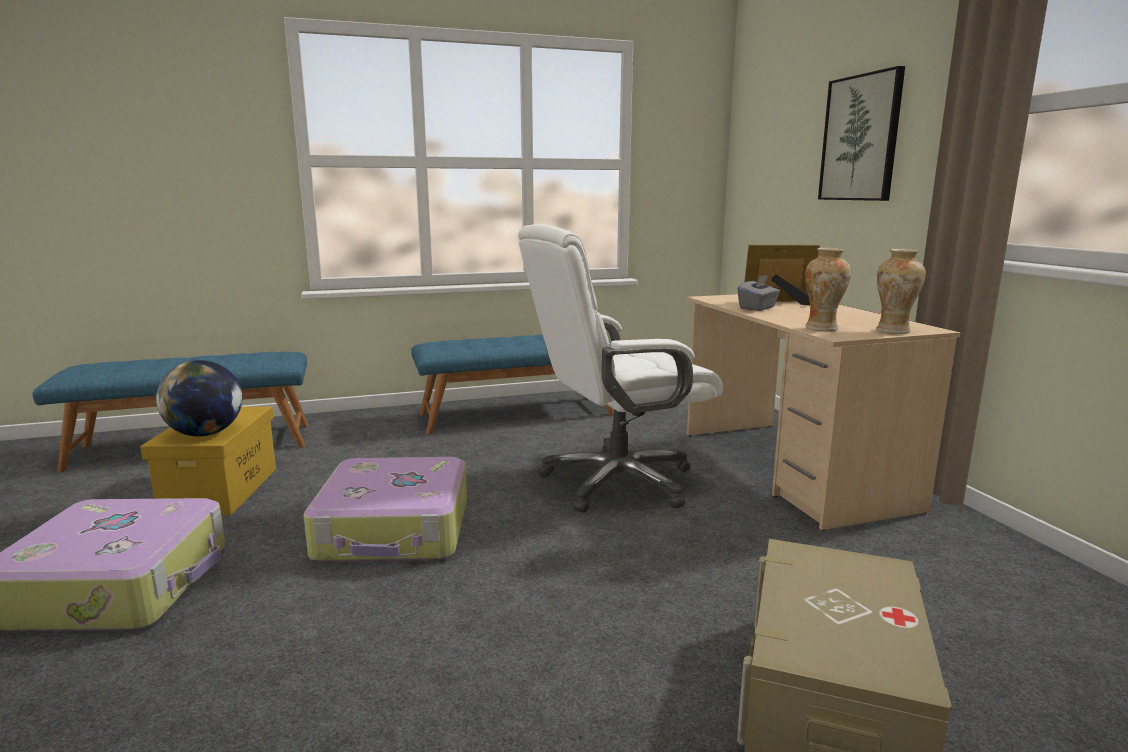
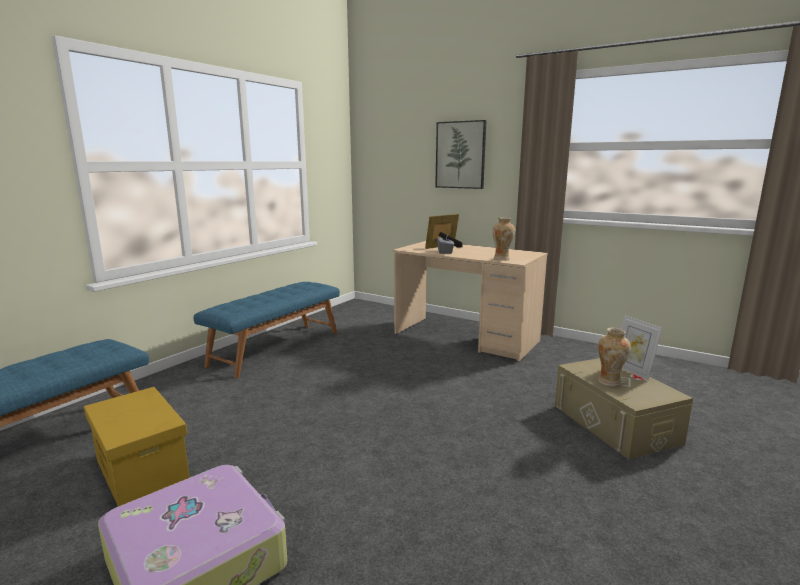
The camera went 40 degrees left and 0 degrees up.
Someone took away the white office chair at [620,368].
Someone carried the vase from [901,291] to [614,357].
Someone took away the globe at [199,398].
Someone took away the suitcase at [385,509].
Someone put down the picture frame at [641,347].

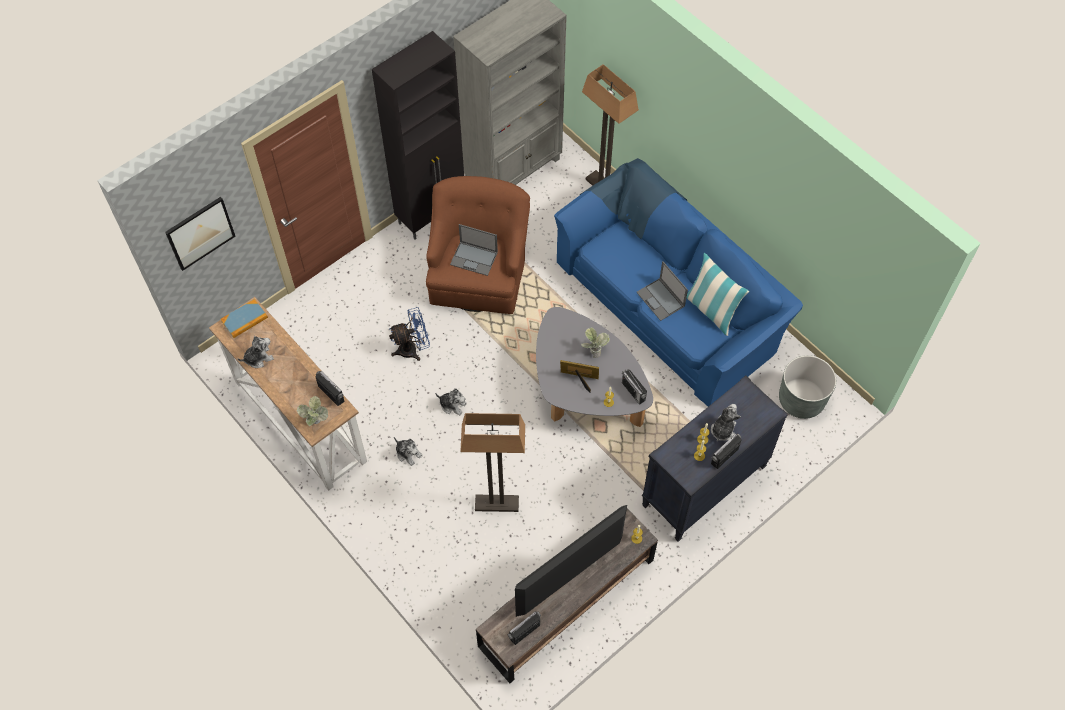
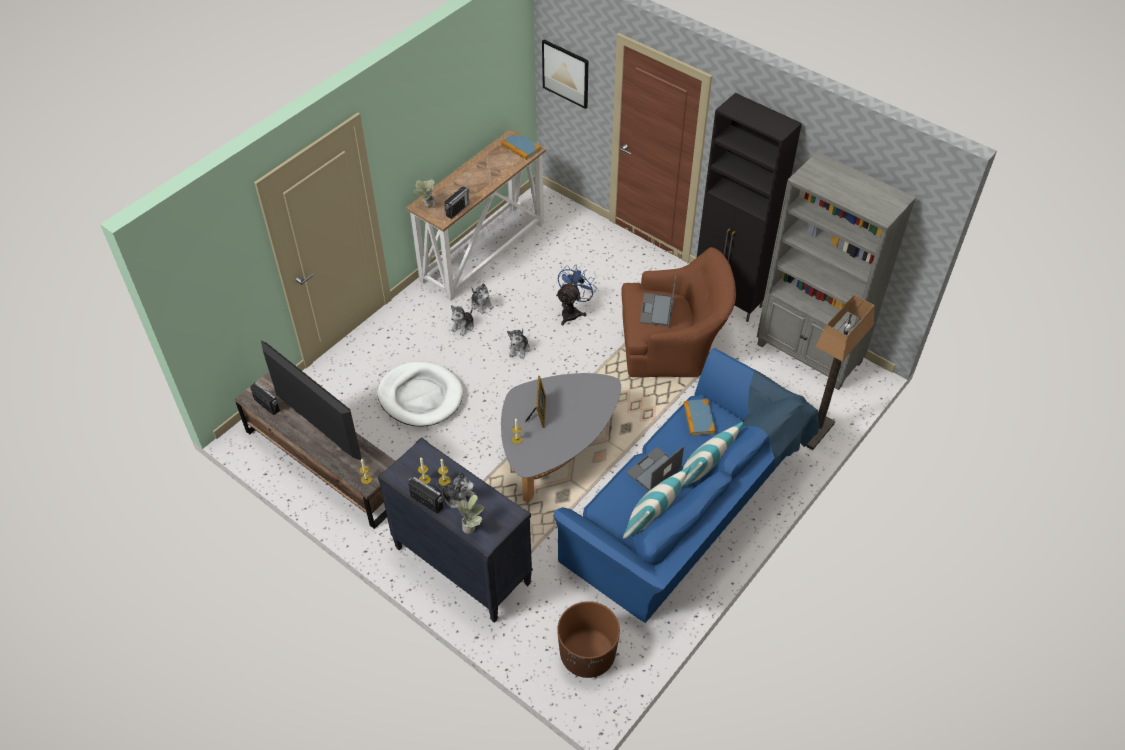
The camera went 80 degrees right and 10 degrees down.
Someone rotated the blue fan at [409,334] by 120 degrees counterclockwise.
Someone carried the potted plant from [595,342] to [469,514].
Someone carried the plush toy from [256,352] to [482,298].
Someone repainted the grey planter at [807,387], which became the brown planter at [588,639].
Someone took away the radio at [634,387].
Someone swapped the floor lamp at [492,462] for the white dog bed at [420,394].
Someone put down the book at [700,417].
Someone put down the pillow at [712,455].

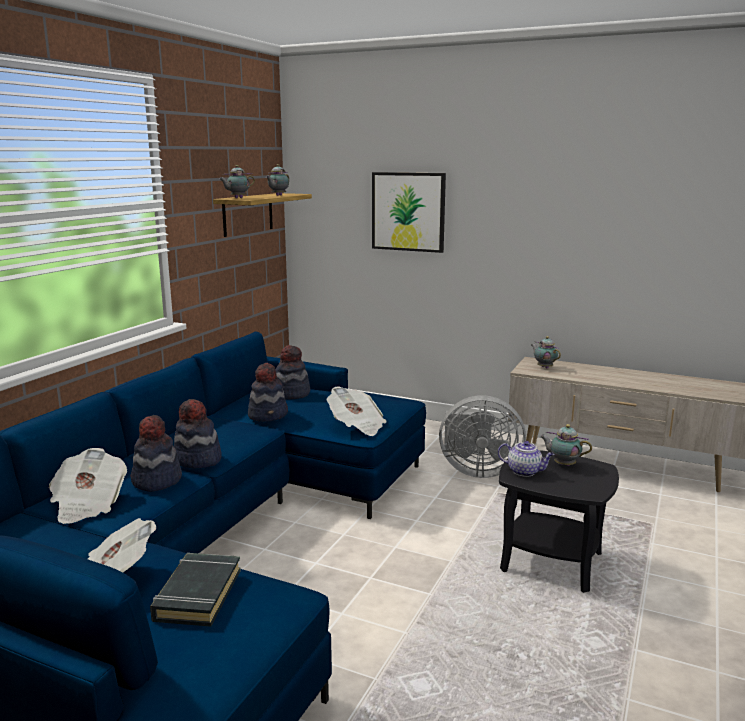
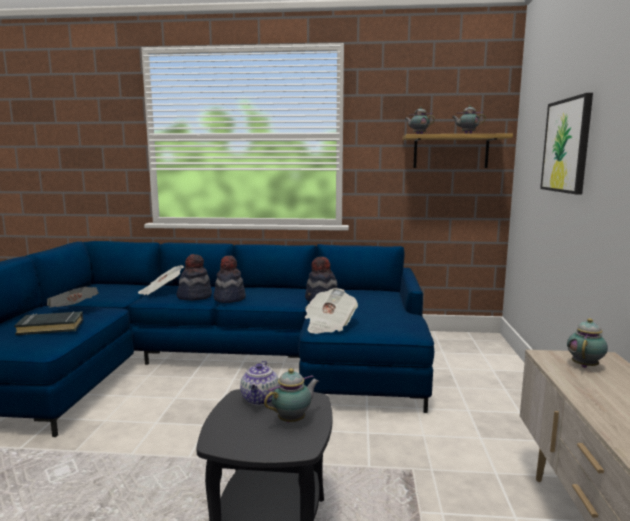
The camera went 70 degrees right and 5 degrees down.
Someone took away the hat at [292,372].
Someone took away the grey fan at [482,436].
Someone rotated the teapot at [566,445] by 45 degrees clockwise.

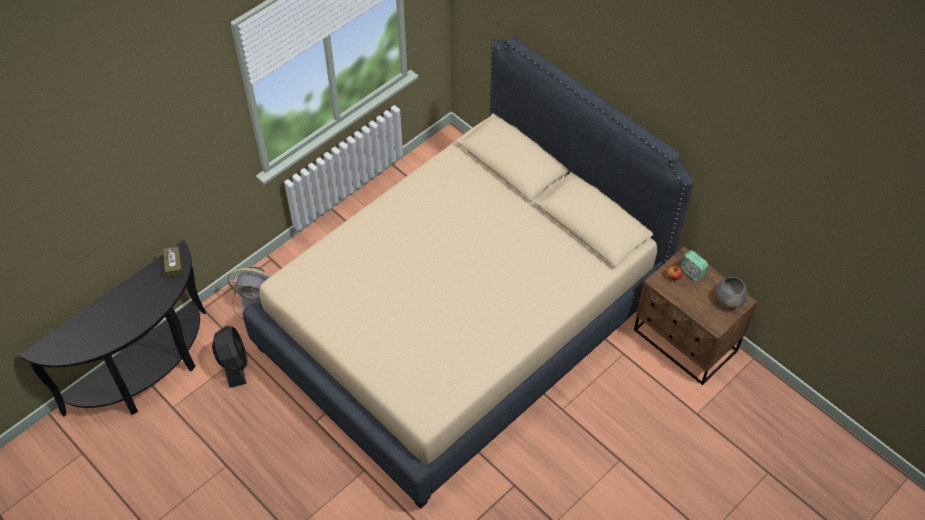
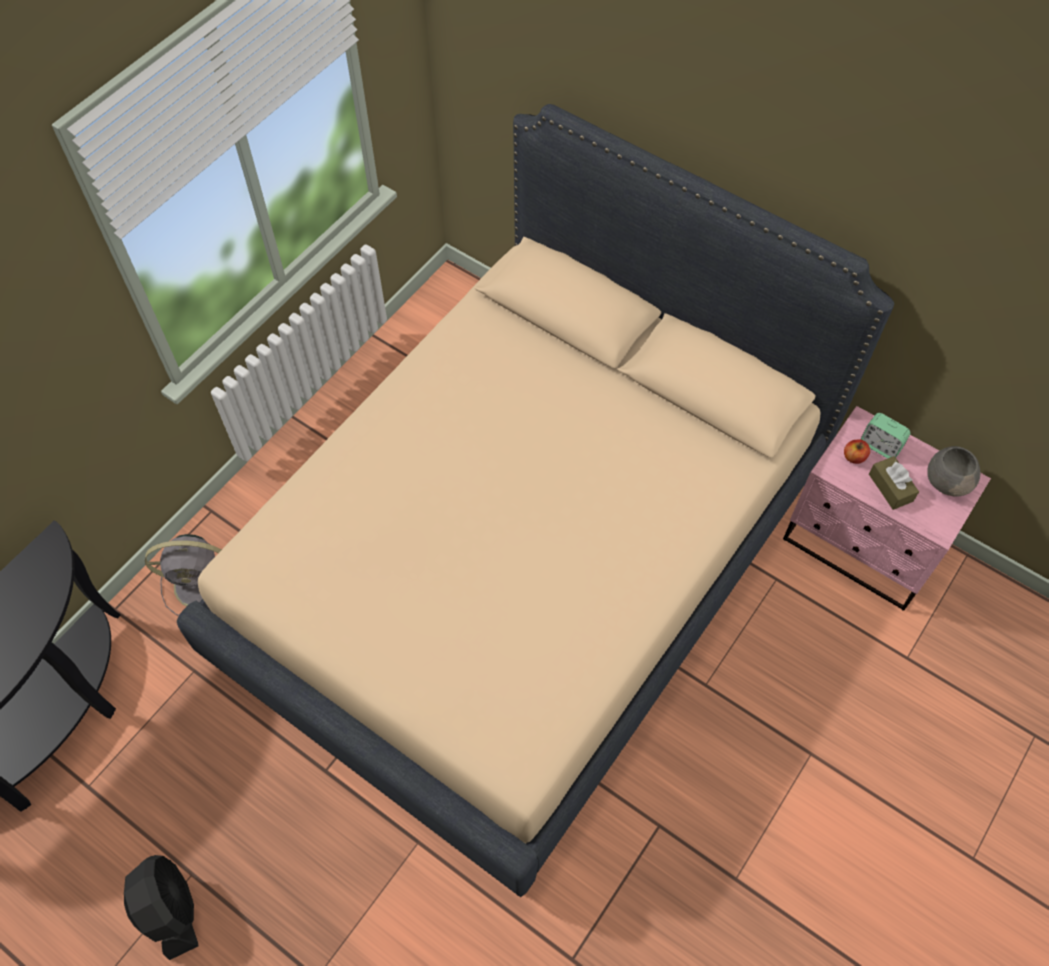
The camera went 10 degrees left and 5 degrees up.
Someone carried the brown tissue box from [173,262] to [894,483].
Someone repainted the brown nightstand at [696,315], which became the pink nightstand at [887,508].
Someone carried the black fan from [230,357] to [161,907].

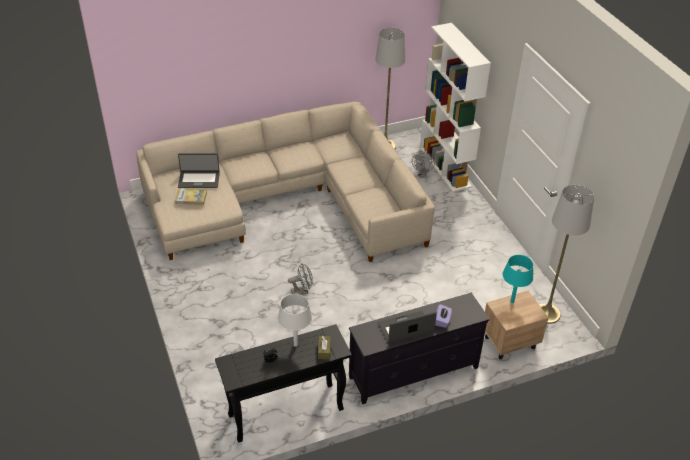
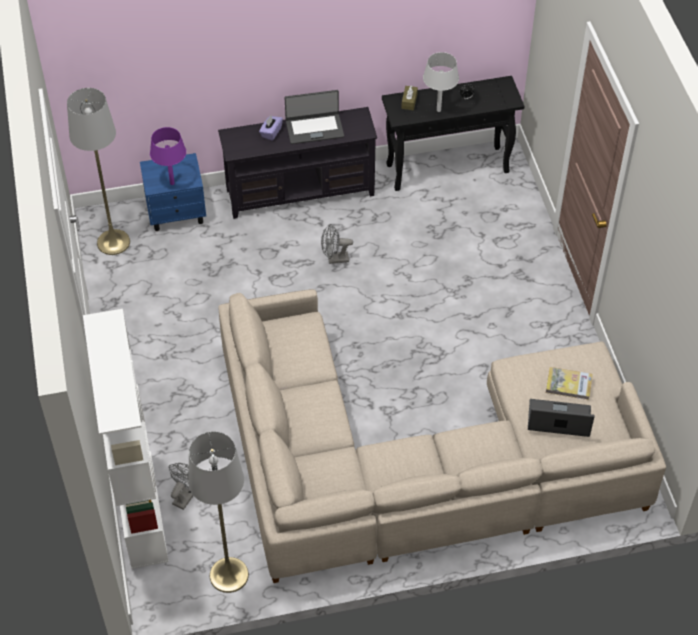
The camera went 170 degrees left and 10 degrees up.
Someone repainted the turquoise table lamp at [517,279], which became the purple table lamp at [168,156].
Someone carried the grey fan from [300,279] to [337,244].
Someone repainted the beige nightstand at [517,325], which became the blue nightstand at [173,192].

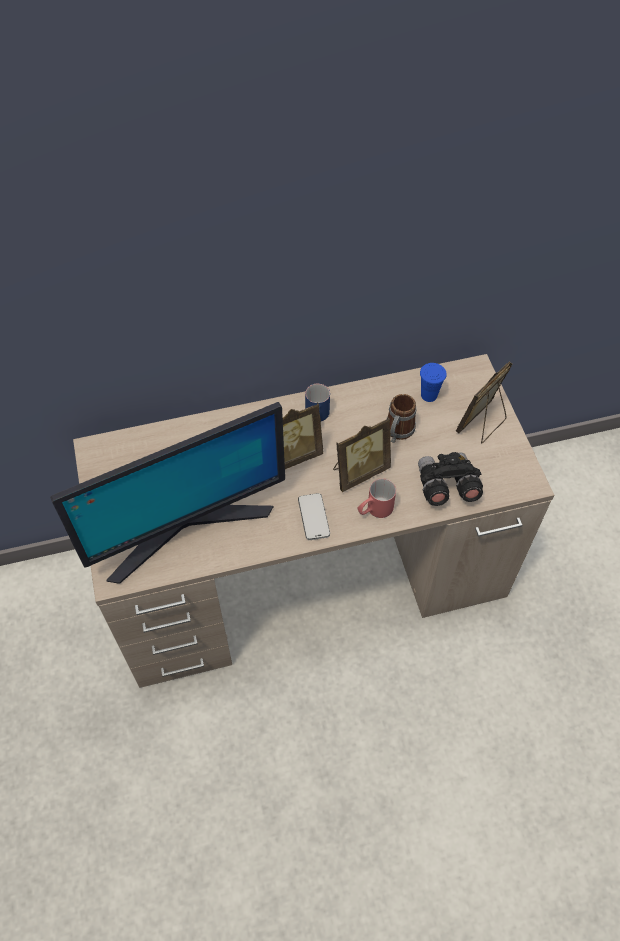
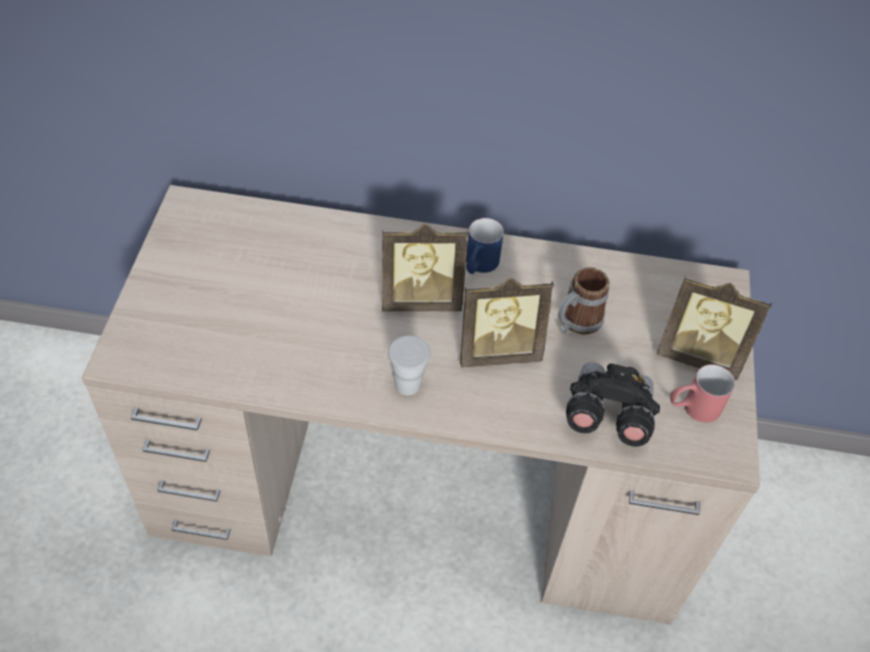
The camera went 20 degrees right and 5 degrees down.
Someone rotated the picture frame at [484,403] by 135 degrees counterclockwise.
Someone took away the blue cup at [433,382].
Someone took away the monitor at [167,493].
Someone carried the red mug from [377,498] to [702,393].
Someone swapped the phone at [314,516] for the white cup at [409,365].

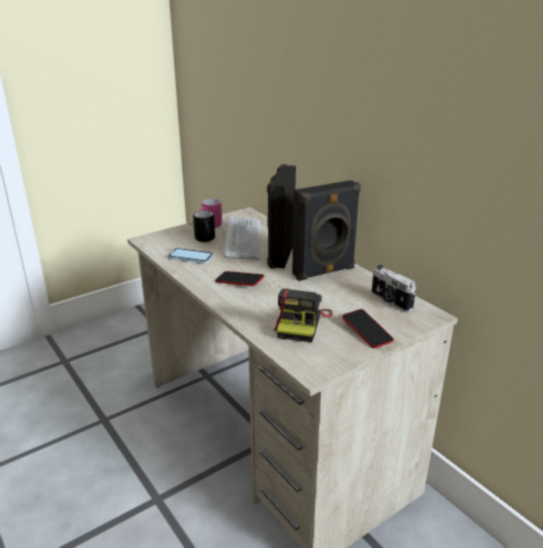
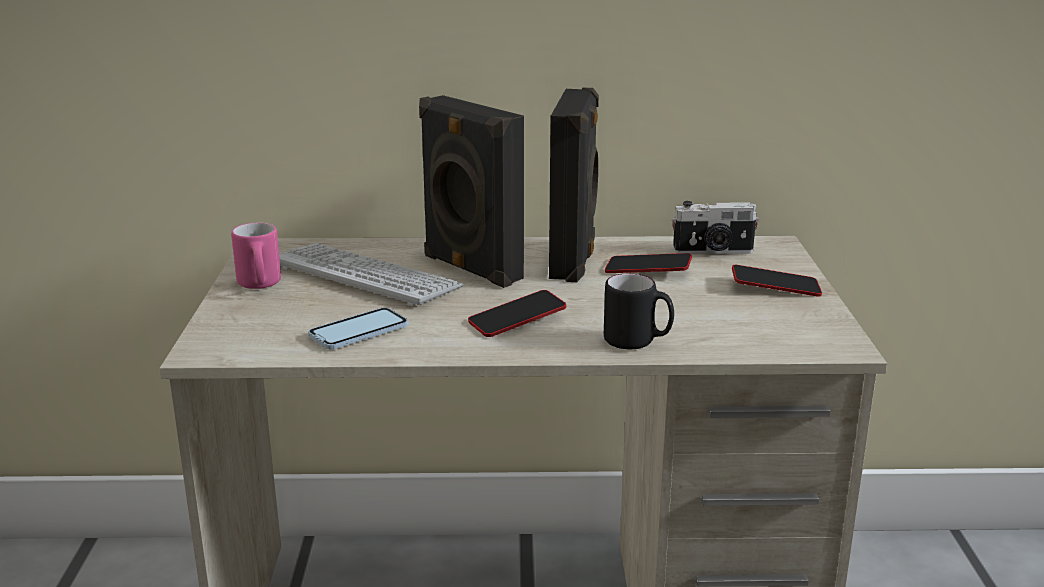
The camera went 55 degrees left and 5 degrees down.
Someone carried the black mug from [204,226] to [639,311].
Someone took away the photo camera at [303,315].
Someone put down the phone at [648,263].

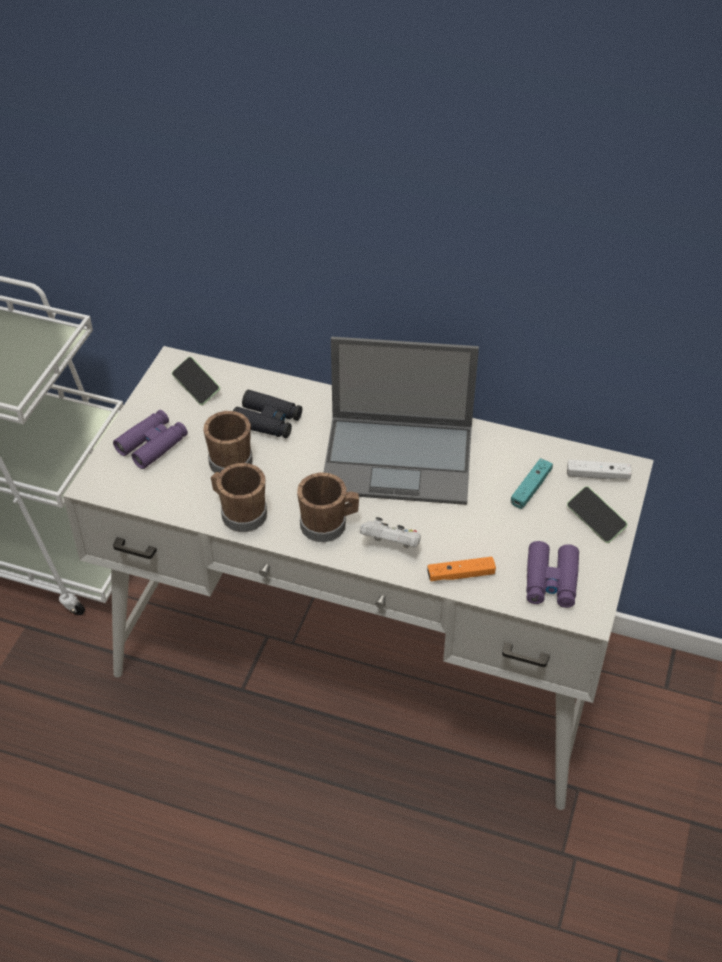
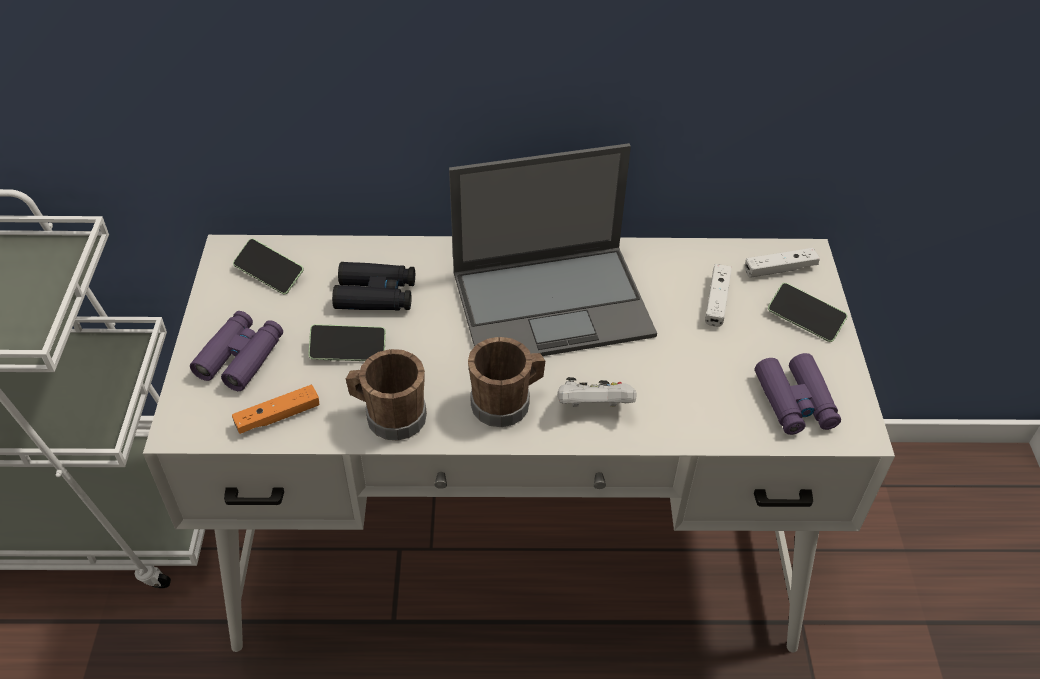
The camera went 20 degrees left and 0 degrees up.
Someone swapped the brown mug at [228,442] for the phone at [347,342].
Someone repainted the turquoise game controller at [532,483], which became the white game controller at [718,295].
Someone carried the orange game controller from [461,569] to [275,409].

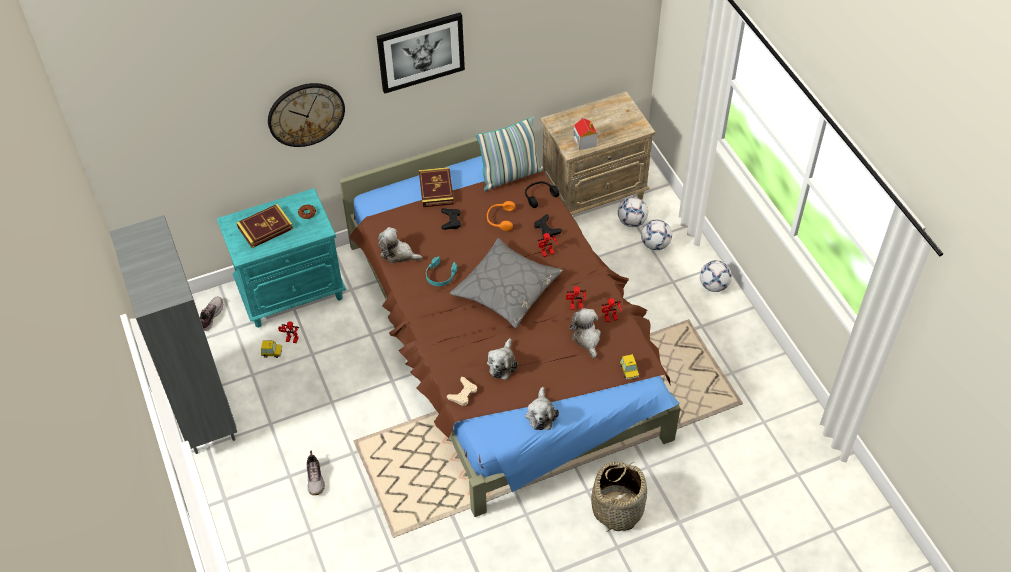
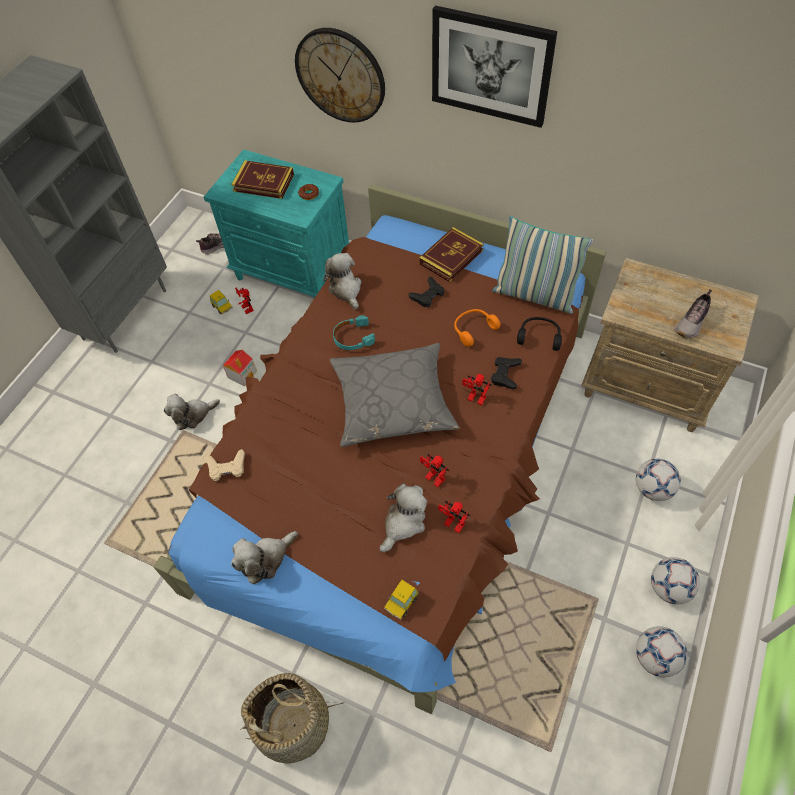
The camera went 50 degrees right and 5 degrees up.
Someone carried the toy house from [585,134] to [240,368].
Someone carried the football from [633,212] to [661,651].
Someone carried the plush toy from [502,359] to [192,412].
Someone carried the shoe from [316,473] to [693,314].

